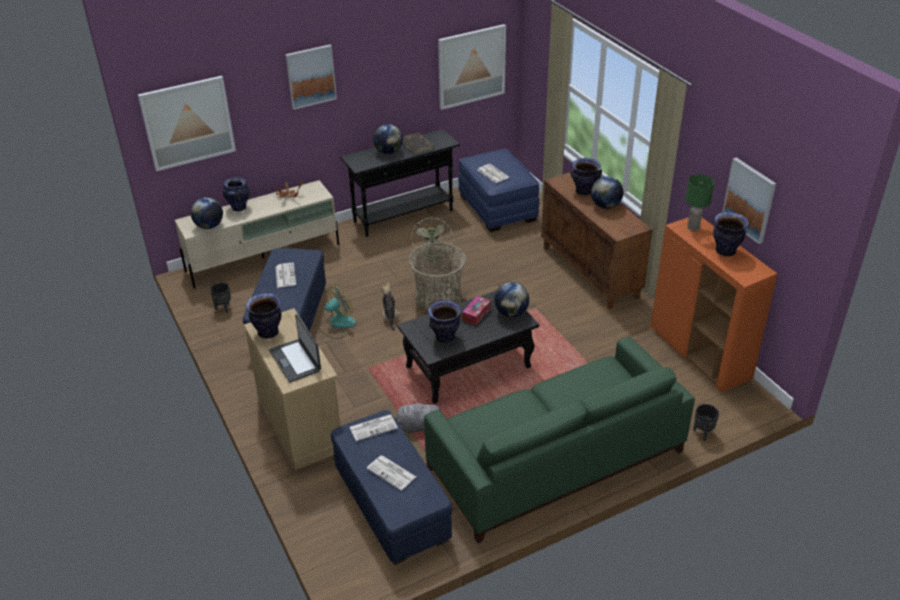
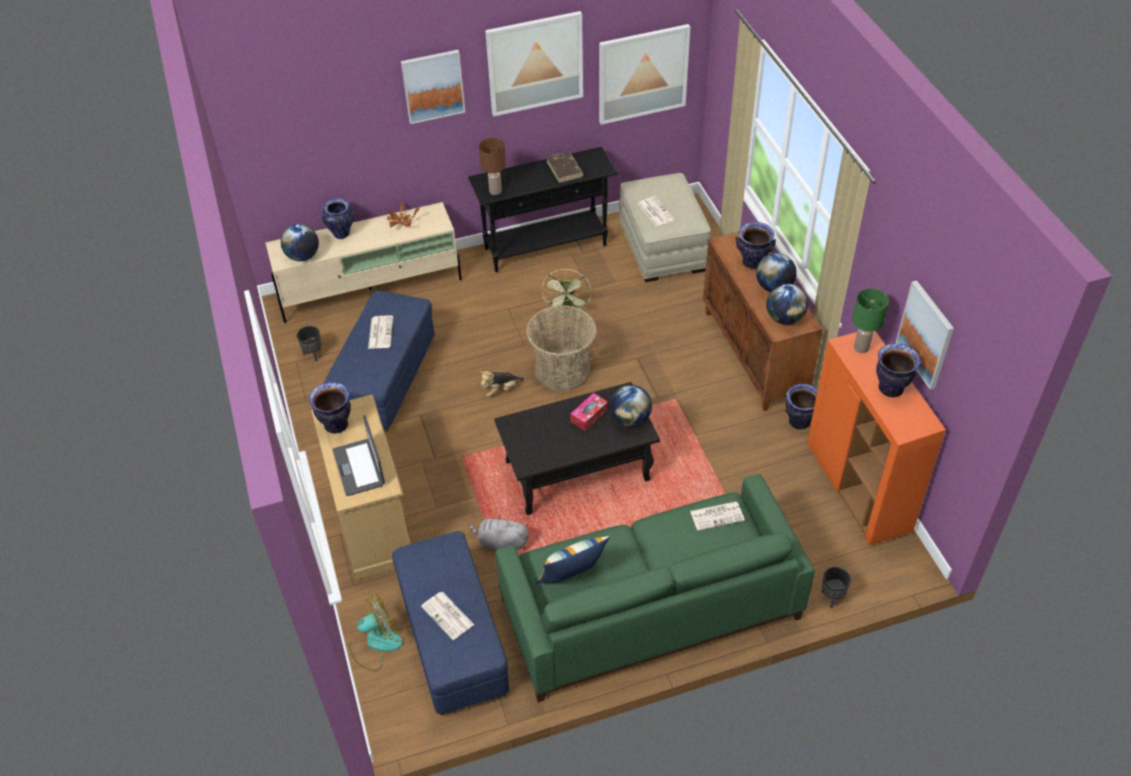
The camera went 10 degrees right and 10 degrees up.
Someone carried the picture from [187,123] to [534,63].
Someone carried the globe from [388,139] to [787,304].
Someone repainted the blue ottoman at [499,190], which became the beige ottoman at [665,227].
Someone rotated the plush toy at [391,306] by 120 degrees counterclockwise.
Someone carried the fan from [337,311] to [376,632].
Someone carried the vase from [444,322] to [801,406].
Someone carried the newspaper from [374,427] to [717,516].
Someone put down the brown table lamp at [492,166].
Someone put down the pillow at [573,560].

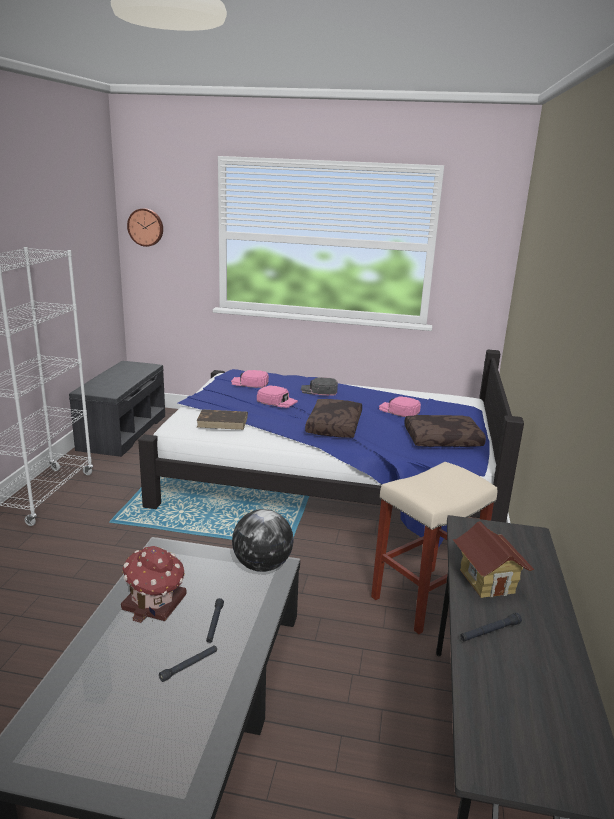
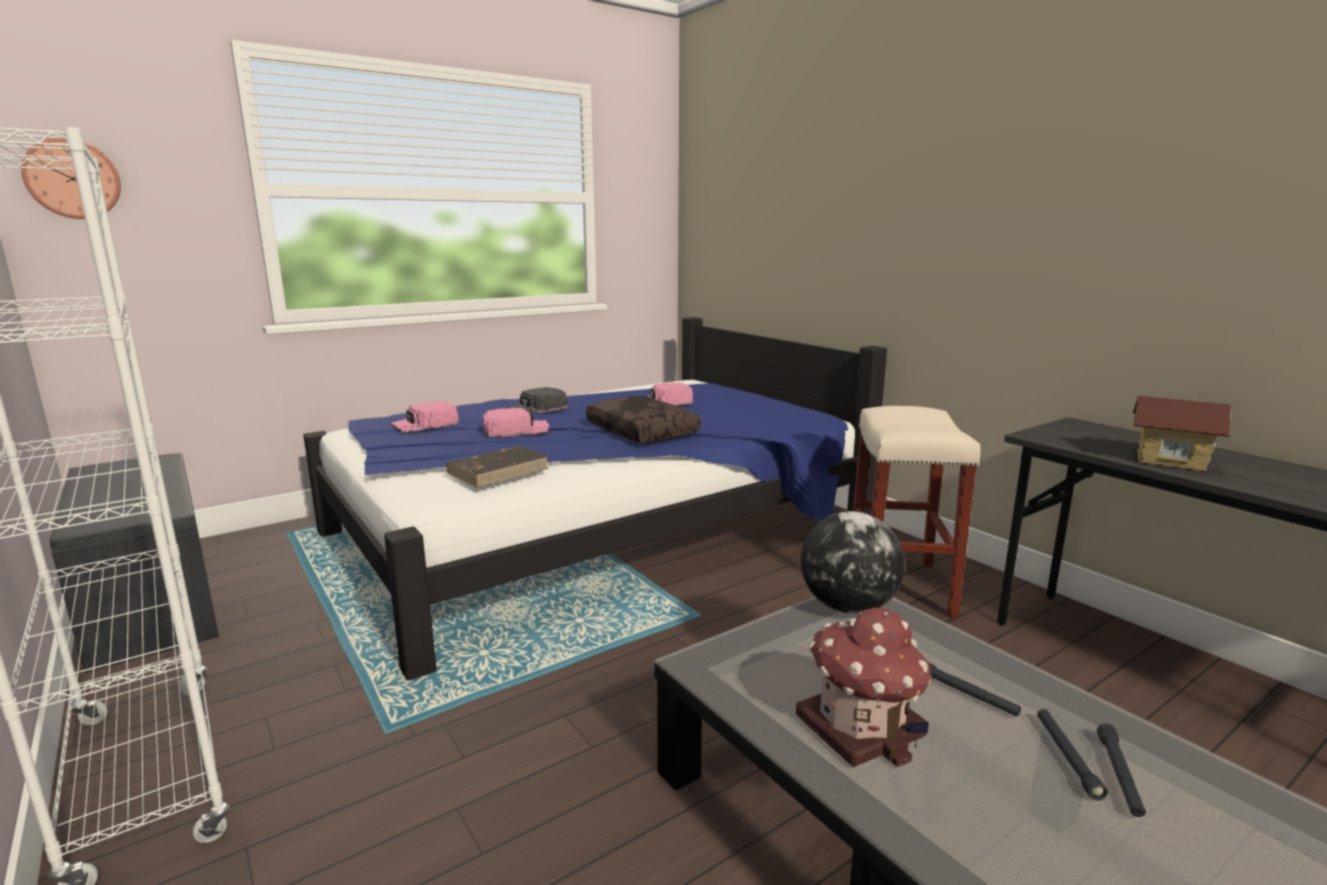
The camera went 45 degrees left and 5 degrees down.
Someone took away the brown pillow at [445,431].
Someone carried the black flashlight from [491,627] to [1121,770].

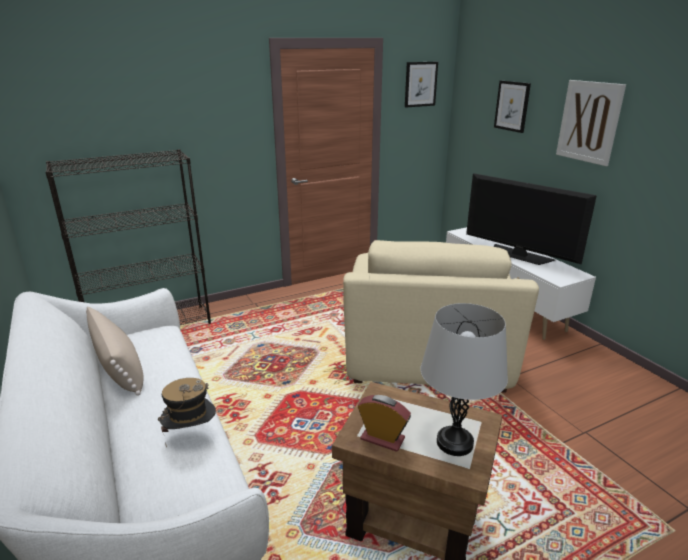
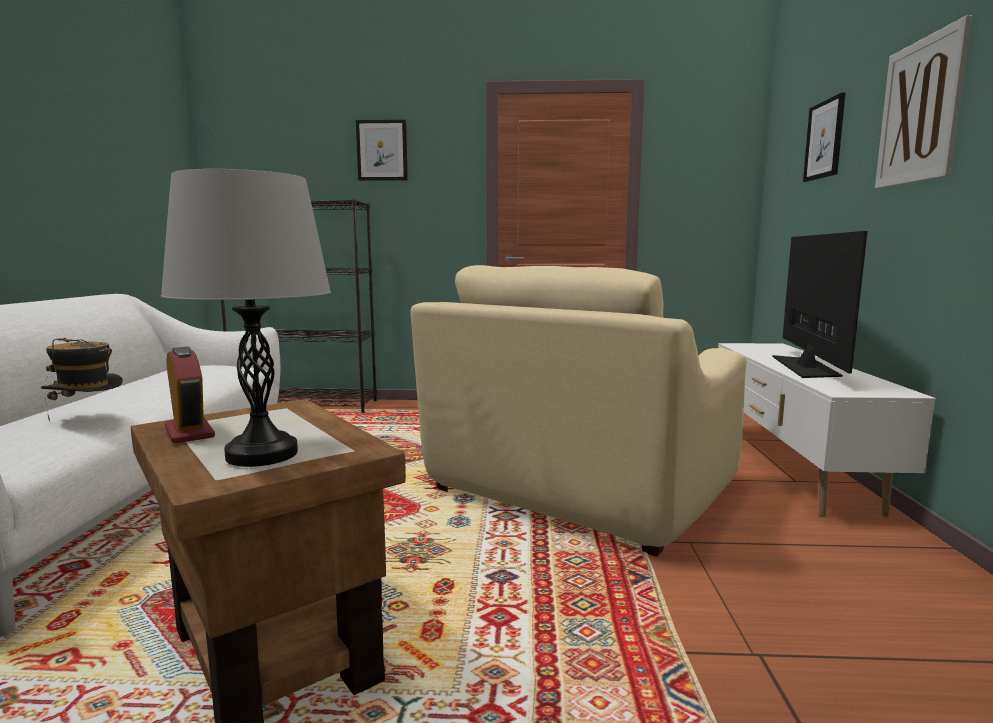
The camera went 30 degrees right and 15 degrees down.
Someone carried the picture from [421,84] to [382,150].
Someone rotated the television at [531,219] by 150 degrees counterclockwise.
Someone took away the beige pillow at [115,351].

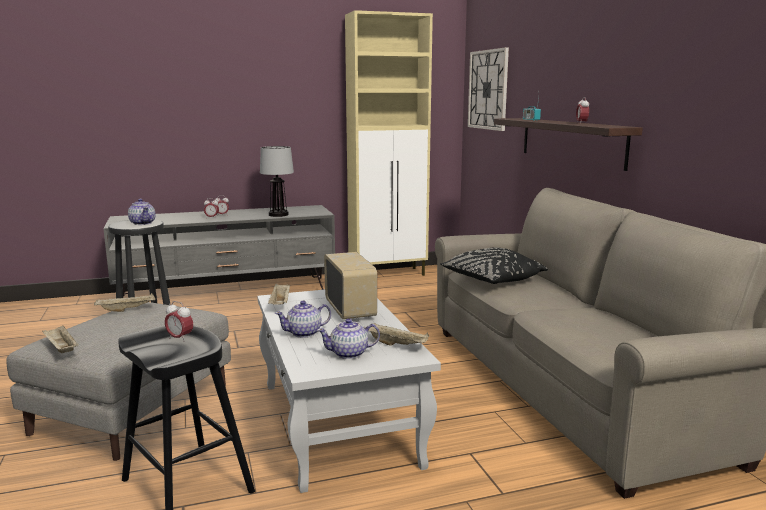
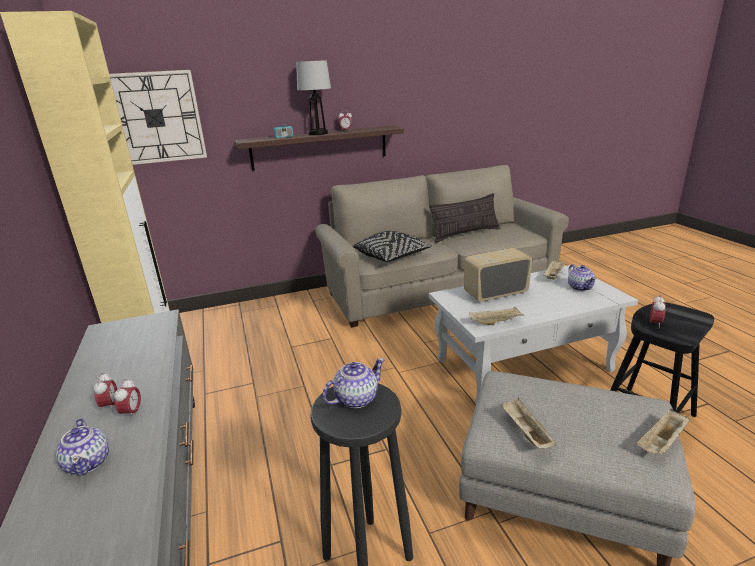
The camera went 90 degrees left and 10 degrees up.
Someone carried the table lamp from [277,181] to [313,97].
Someone carried the teapot from [303,319] to [82,446].
Someone put down the pillow at [464,218].

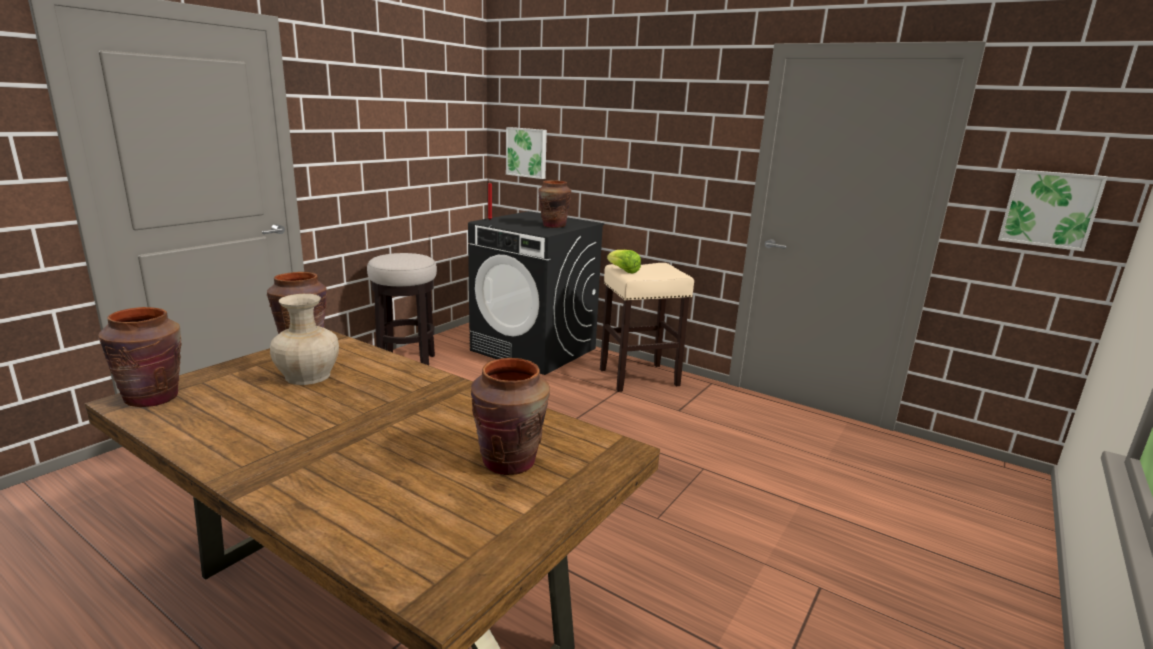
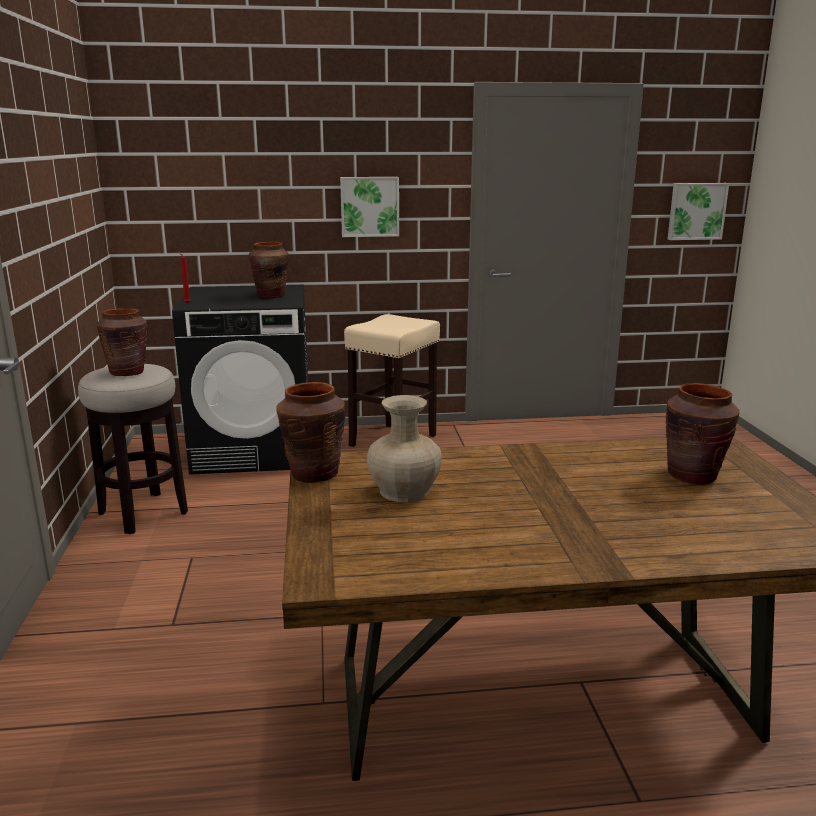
The camera went 40 degrees left and 0 degrees up.
Someone carried the picture from [526,153] to [369,207].
Someone took away the lettuce at [624,261].
Someone carried the brown vase from [140,357] to [122,342].

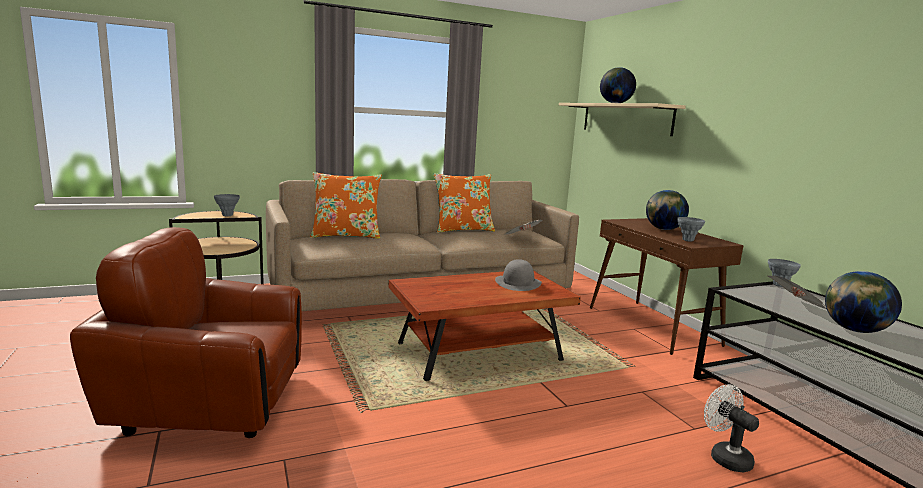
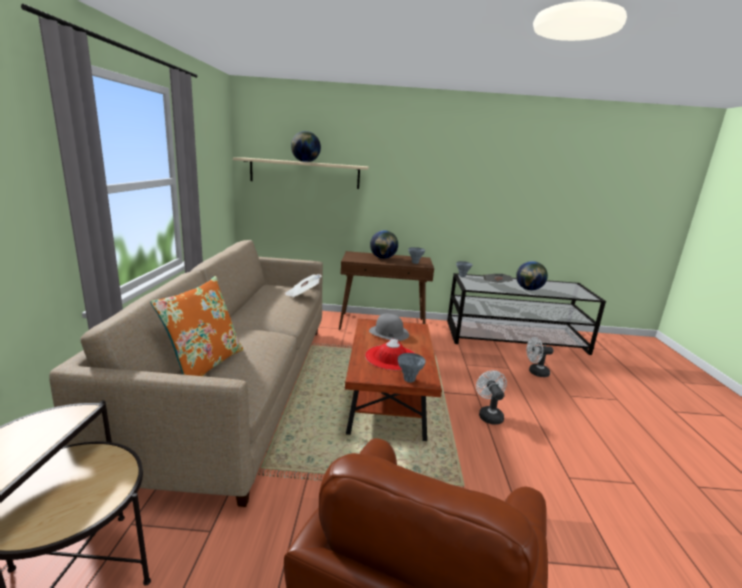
The camera went 65 degrees left and 5 degrees up.
Someone took away the orange pillow at [464,203].
Someone carried the grey vase from [227,205] to [412,368].
Someone put down the red hat at [390,354].
Someone put down the white fan at [491,397].

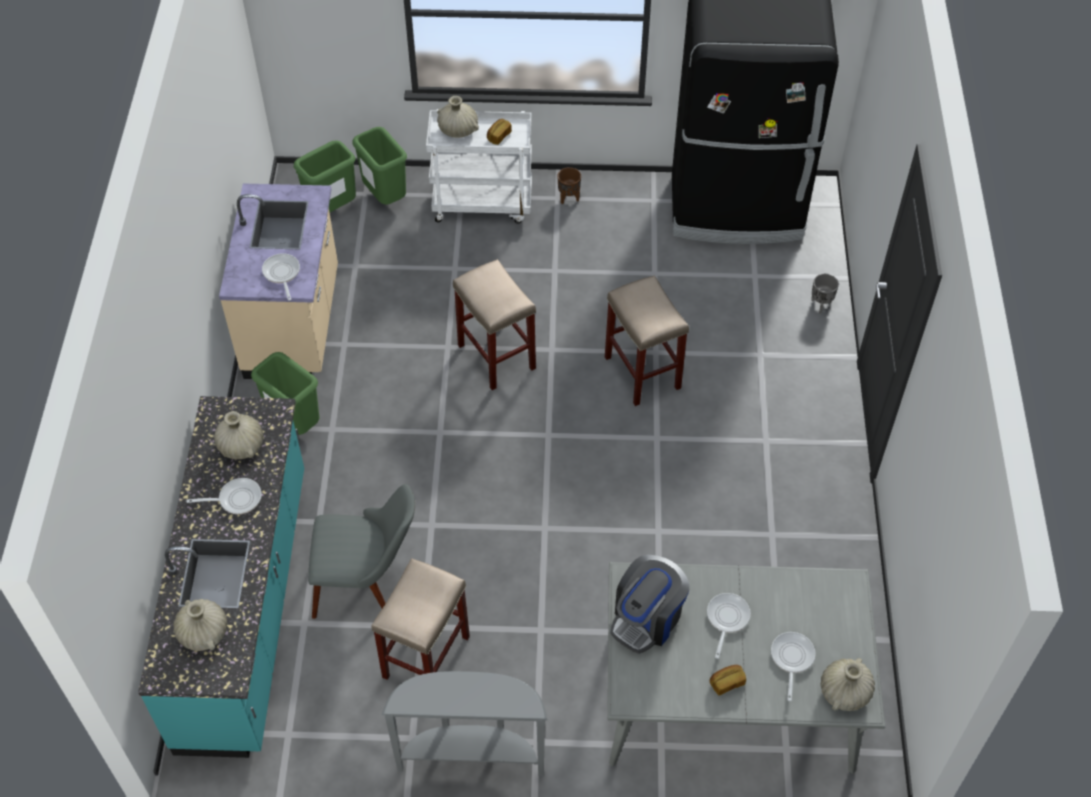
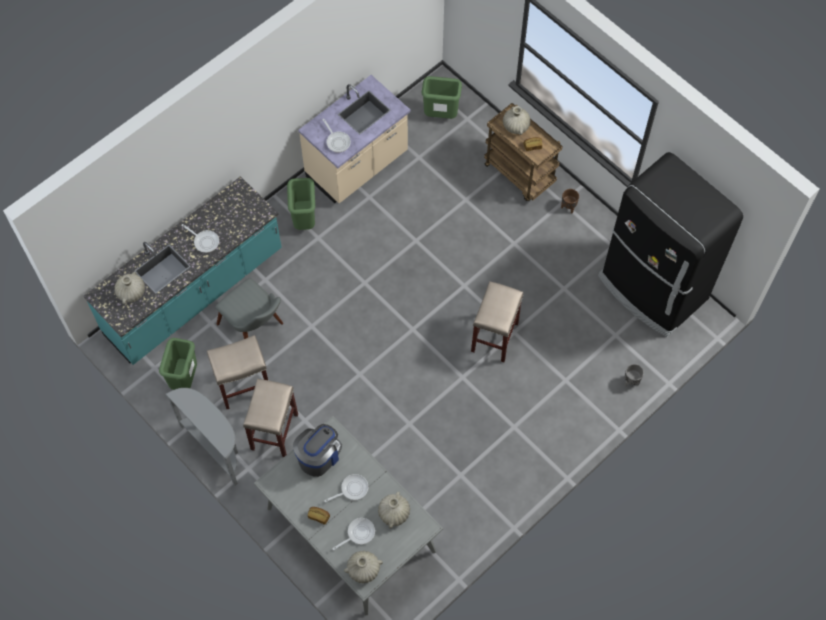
The camera went 45 degrees right and 10 degrees up.
Someone repainted the white cart at [479,166], which became the brown cart at [523,152].
Someone carried the green trash can from [379,165] to [178,364].
Someone rotated the frying pan at [281,277] by 120 degrees clockwise.
Someone carried the beige stool from [494,324] to [270,418].
Someone carried the beige vase from [239,435] to [394,510].
Someone rotated the coffee machine at [650,604] by 135 degrees clockwise.

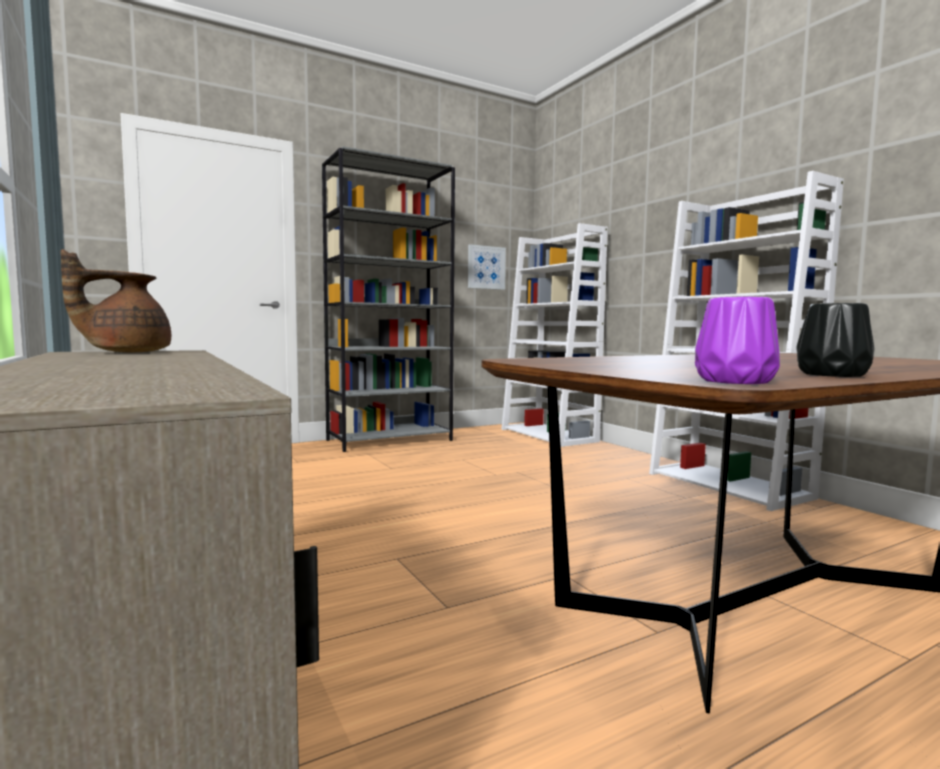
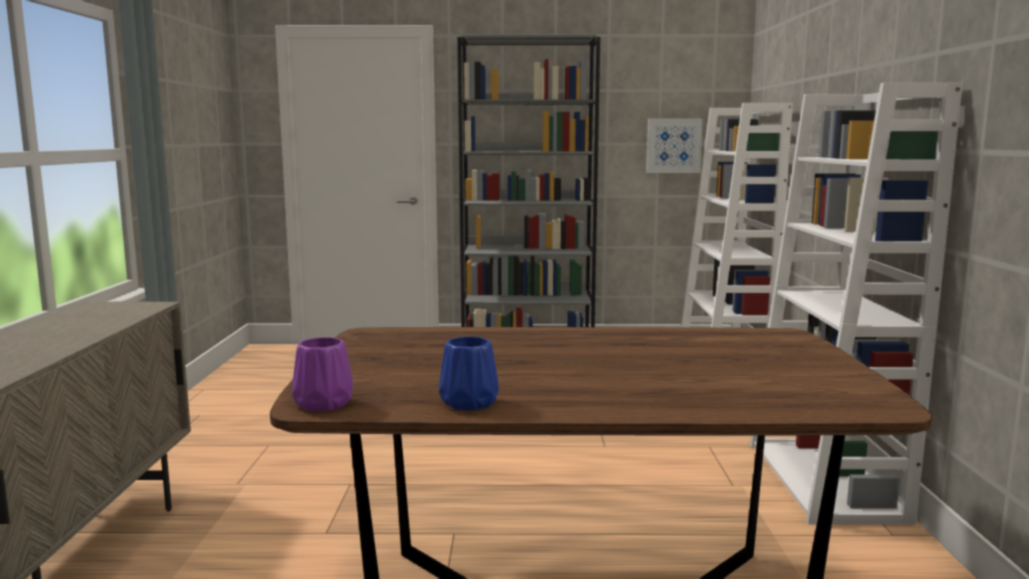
The camera went 30 degrees right and 5 degrees up.
Someone took away the brown teapot at [116,300].
Someone repainted the black vase at [835,340], which became the blue vase at [469,373].

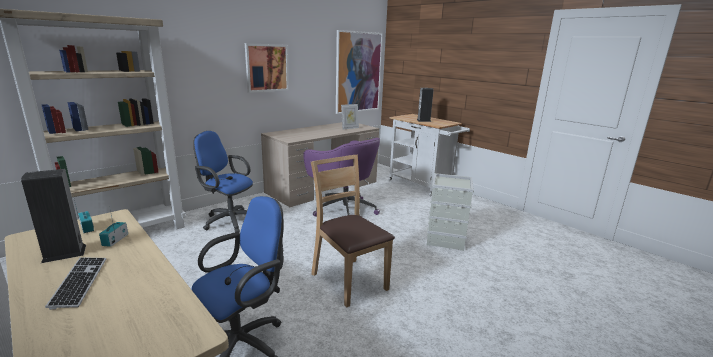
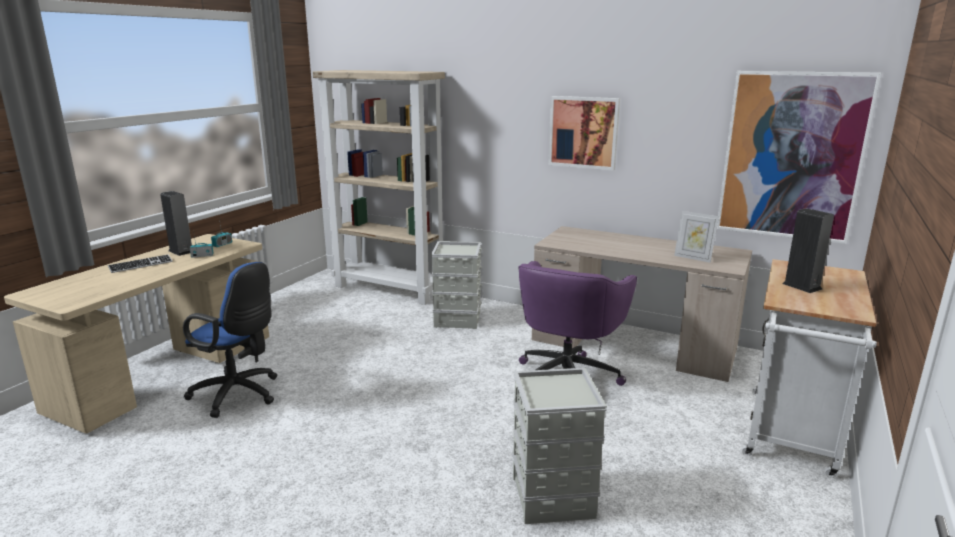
The camera went 70 degrees right and 0 degrees up.
Someone swapped the blue office chair at [223,182] for the grey storage box at [456,285].
Someone took away the brown chair at [353,231].

